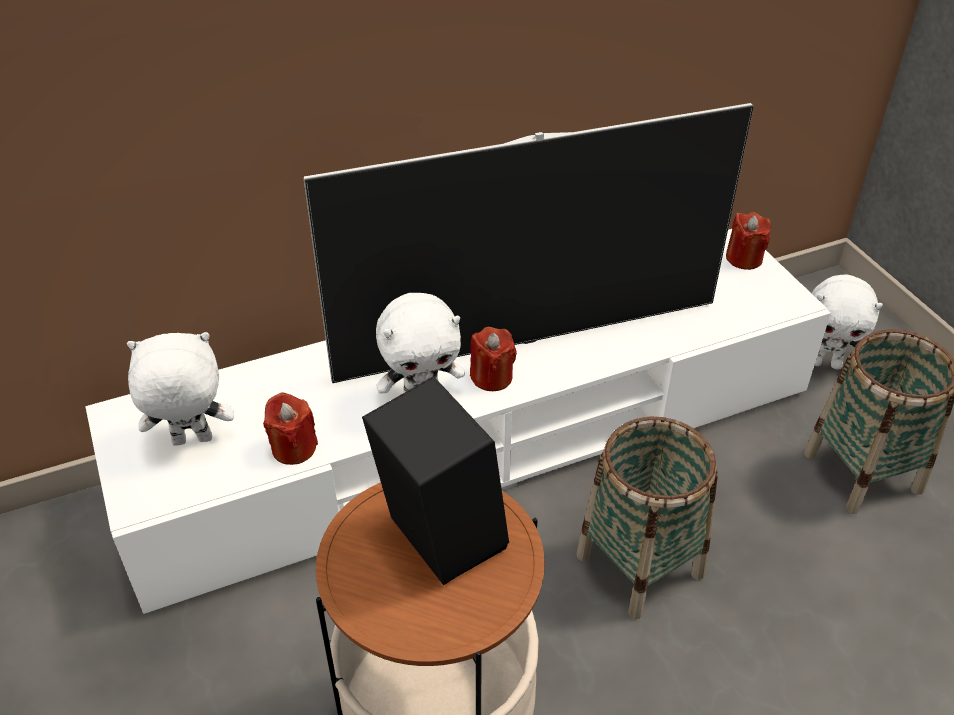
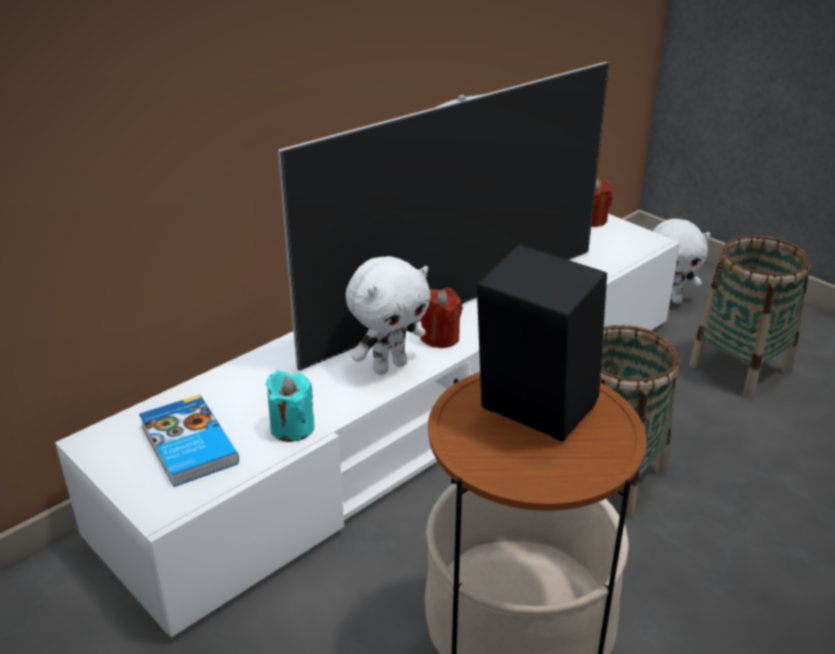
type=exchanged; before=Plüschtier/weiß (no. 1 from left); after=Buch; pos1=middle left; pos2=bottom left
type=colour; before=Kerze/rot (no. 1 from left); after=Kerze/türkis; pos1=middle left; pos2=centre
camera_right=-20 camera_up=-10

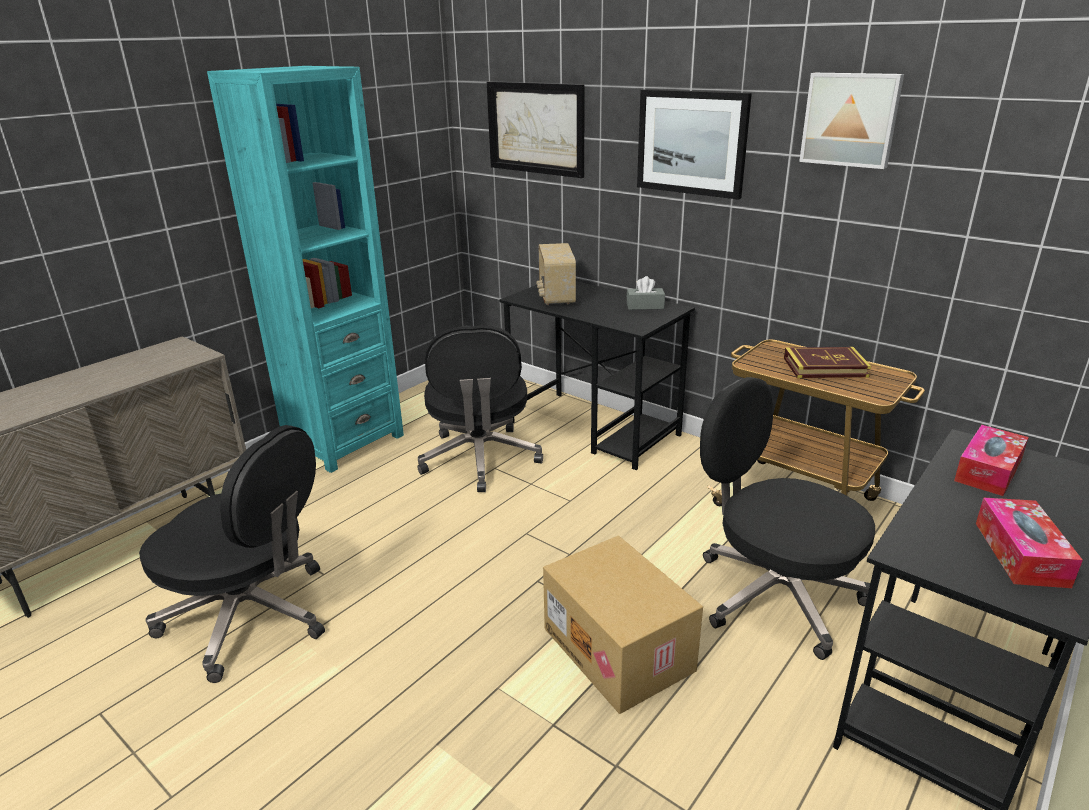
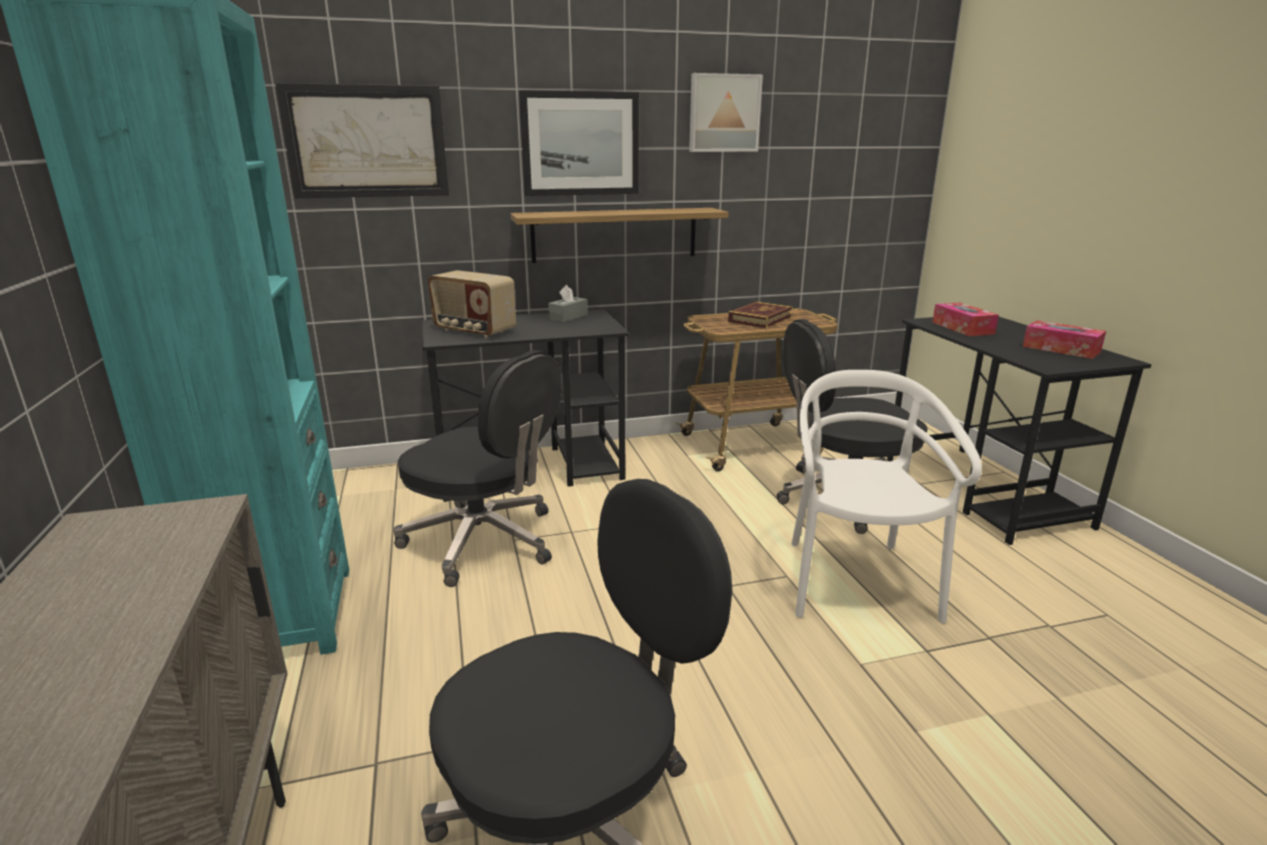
type=exchanged; before=Karton; after=Stuhl/weiß; pos1=bottom centre; pos2=middle right
type=appeared; after=Wandregal; pos2=top centre
camera_right=-55 camera_up=-5

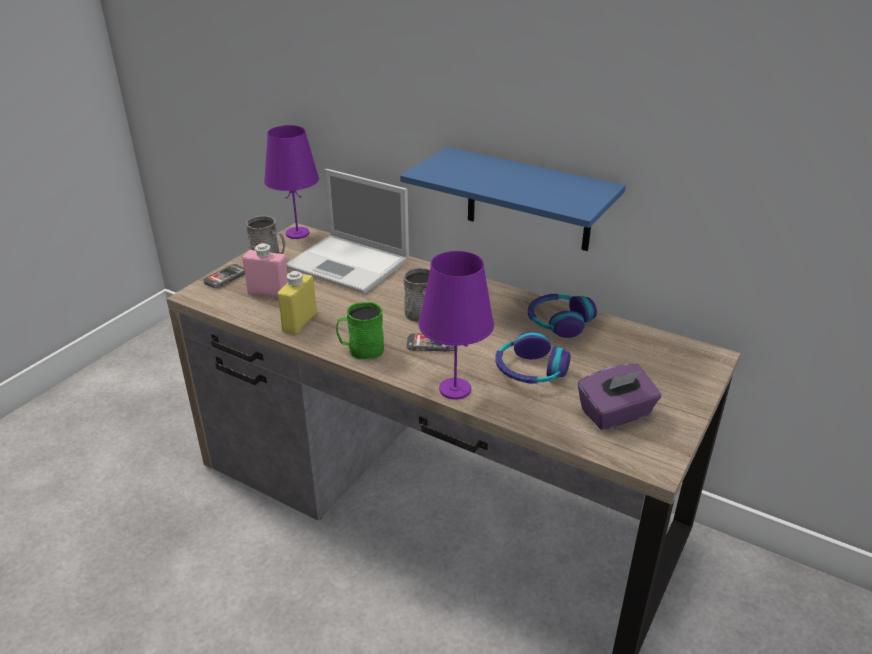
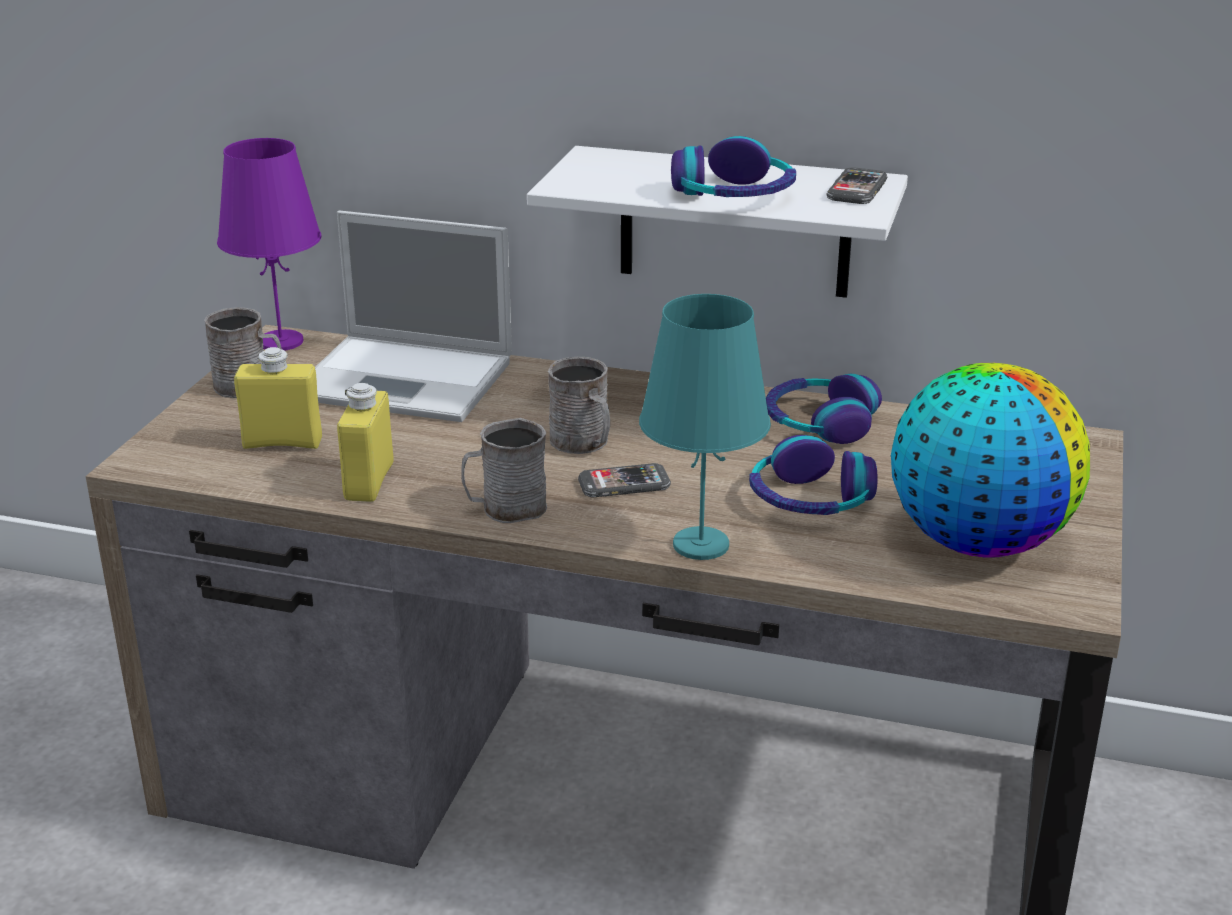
type=relocated; before=Handy (no. 1 from left in the first image); after=Handy (no. 2 from left); pos1=middle left; pos2=top right
type=colour; before=Flasche/rosa; after=Flasche/gelb (no. 1 from left); pos1=middle left; pos2=middle left
type=colour; before=Henkelbecher/grün; after=Henkelbecher/grau (no. 2 from left); pos1=centre; pos2=centre
type=colour; before=Wandregal/blau; after=Wandregal/weiß; pos1=top centre; pos2=top centre
type=colour; before=Tischlampe/lila (no. 2 from left); after=Tischlampe/türkis; pos1=centre; pos2=centre
type=exchanged; before=Taschentuchbox/lila; after=Globus; pos1=middle right; pos2=middle right
type=appeared; after=Kopfhörer (no. 1 from left); pos2=top centre
camera_right=-15 camera_up=-5

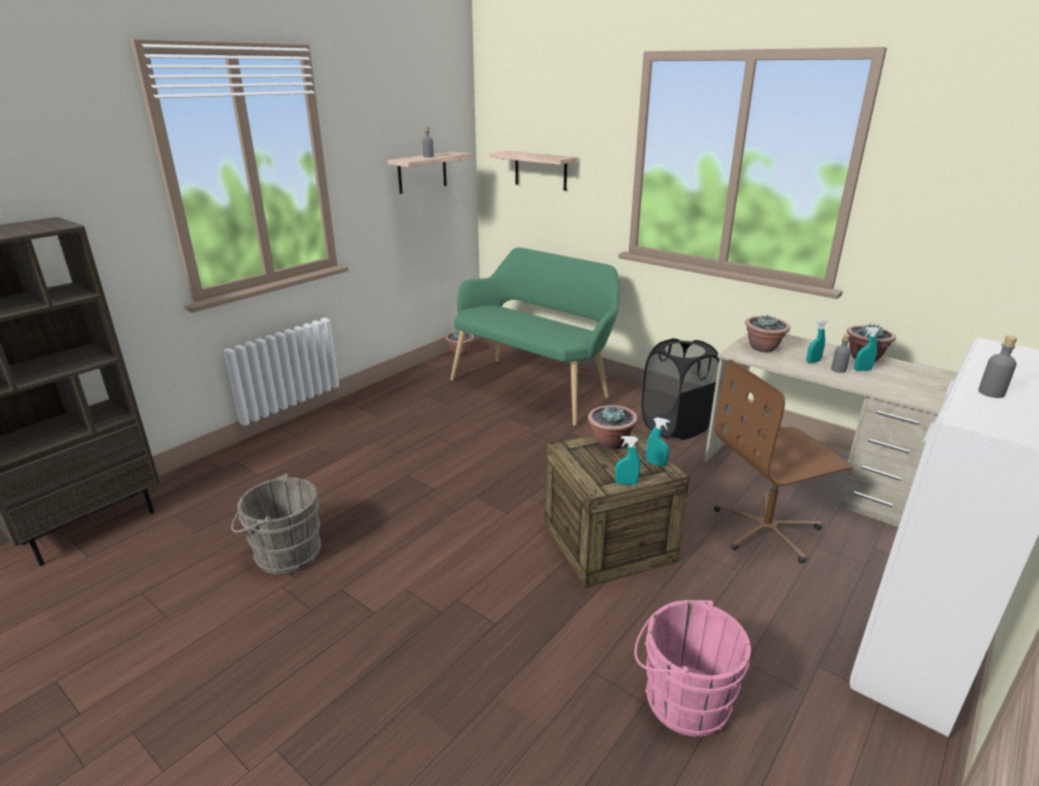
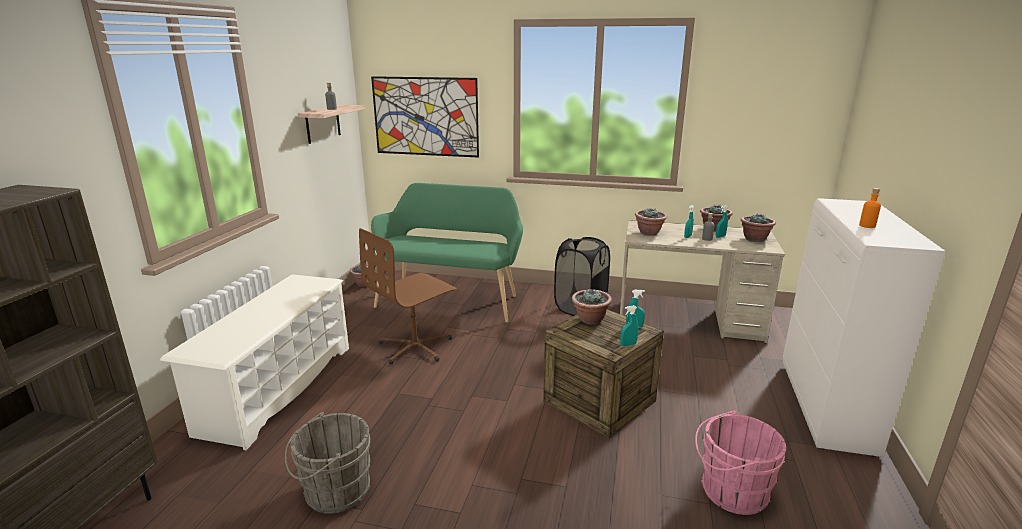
type=exchanged; before=Wandregal (no. 2 from left); after=Bild; pos1=top centre; pos2=top centre
type=relocated; before=Bürostuhl/braun; pos1=middle right; pos2=centre
type=colour; before=Flasche/grau (no. 3 from left); after=Flasche/orange; pos1=middle right; pos2=middle right
type=appeared; after=Schuhregal/weiß; pos2=bottom left
type=appeared; after=Topfpflanze (no. 5 from left); pos2=middle right
camera_right=-25 camera_up=-5

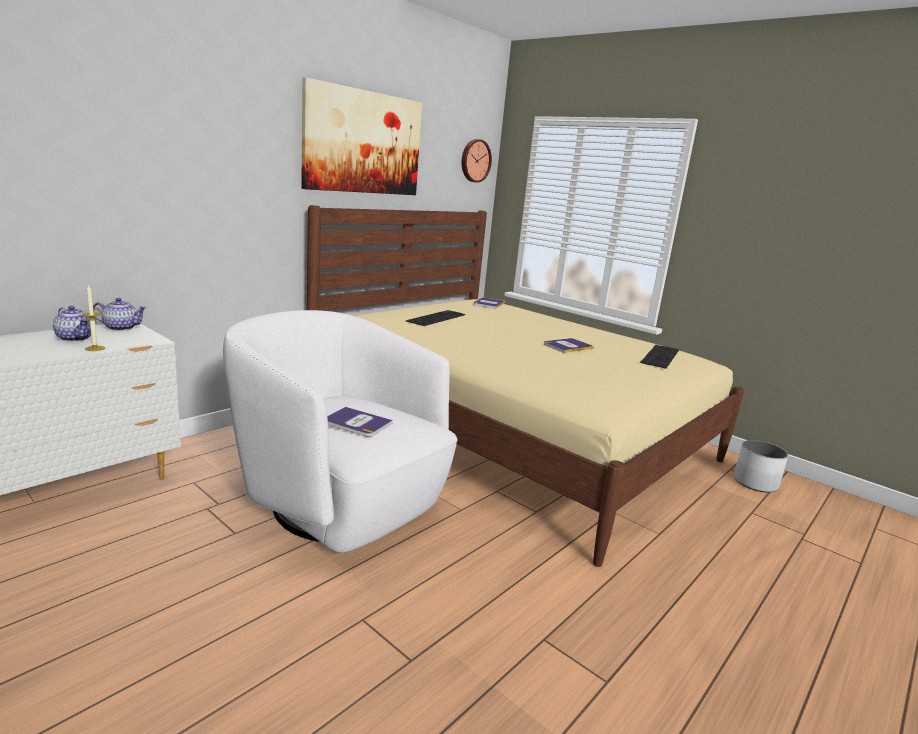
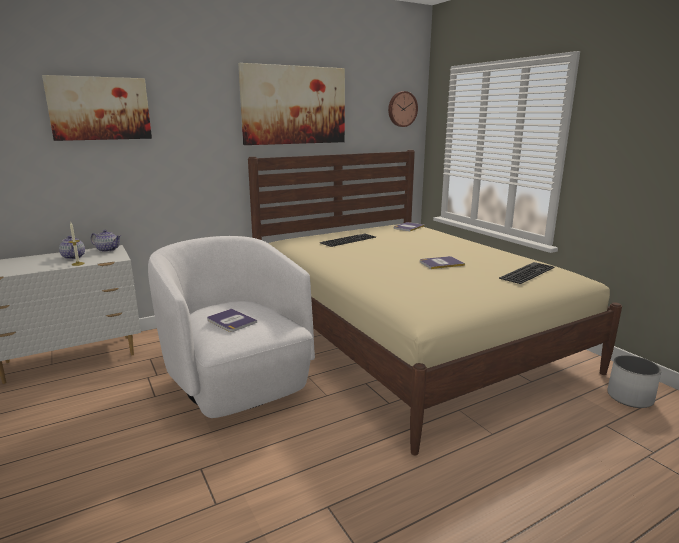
type=appeared; after=Bild (no. 1 from left); pos2=top left
camera_right=20 camera_up=0

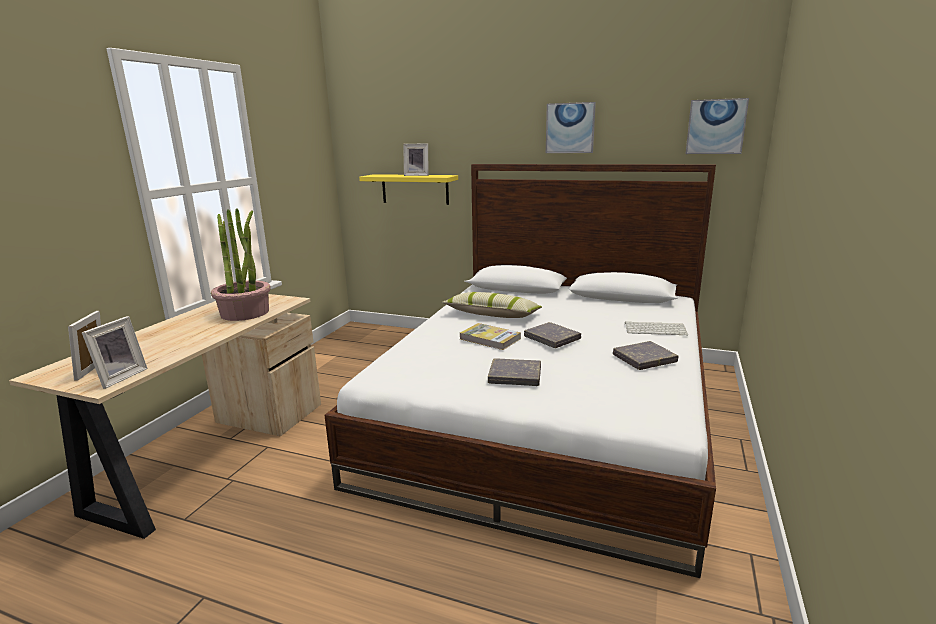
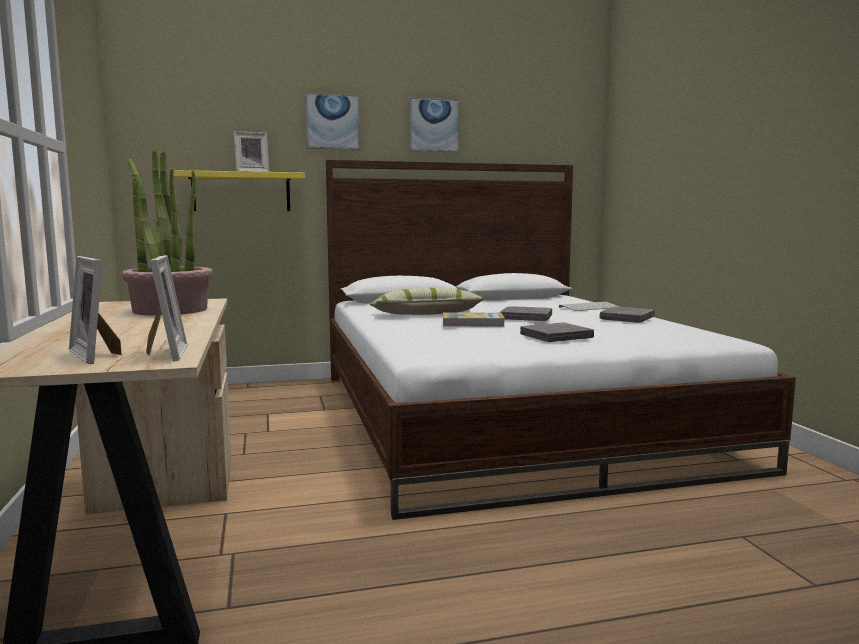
type=relocated; before=Bild (no. 2 from left in the first image); after=Bild (no. 1 from left); pos1=top right; pos2=top centre
camera_right=-35 camera_up=-10

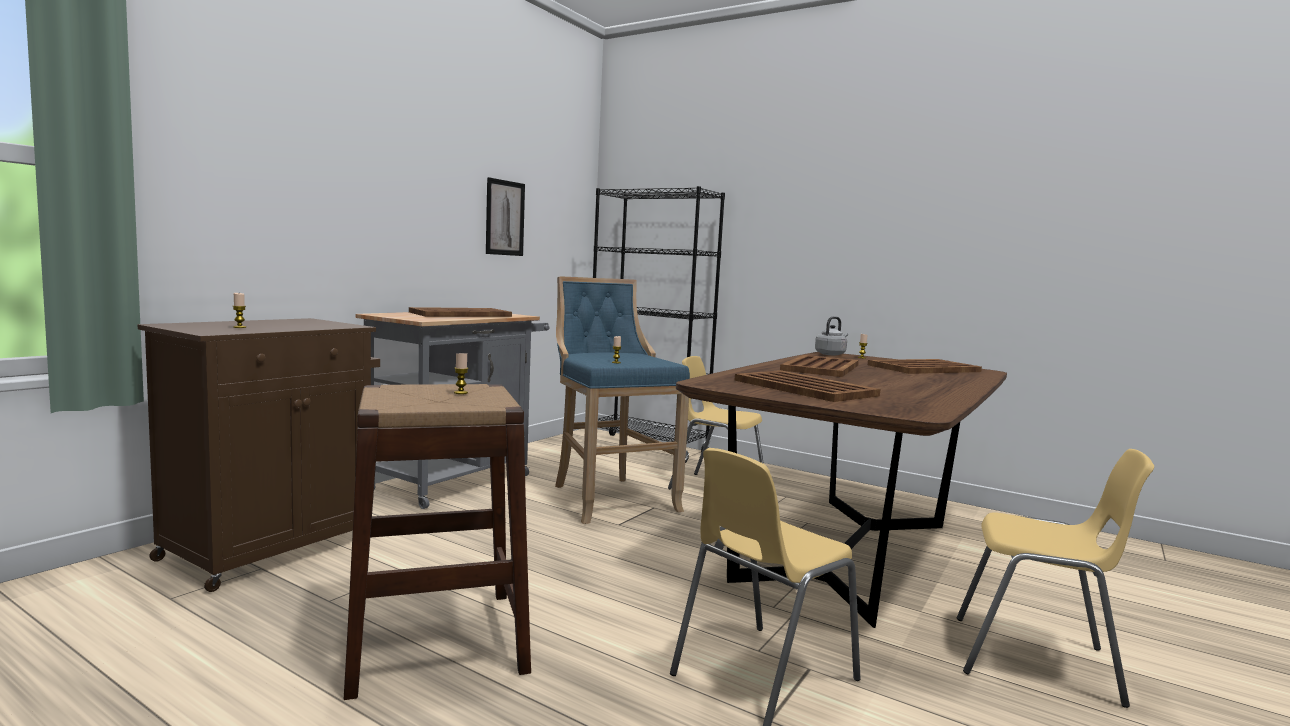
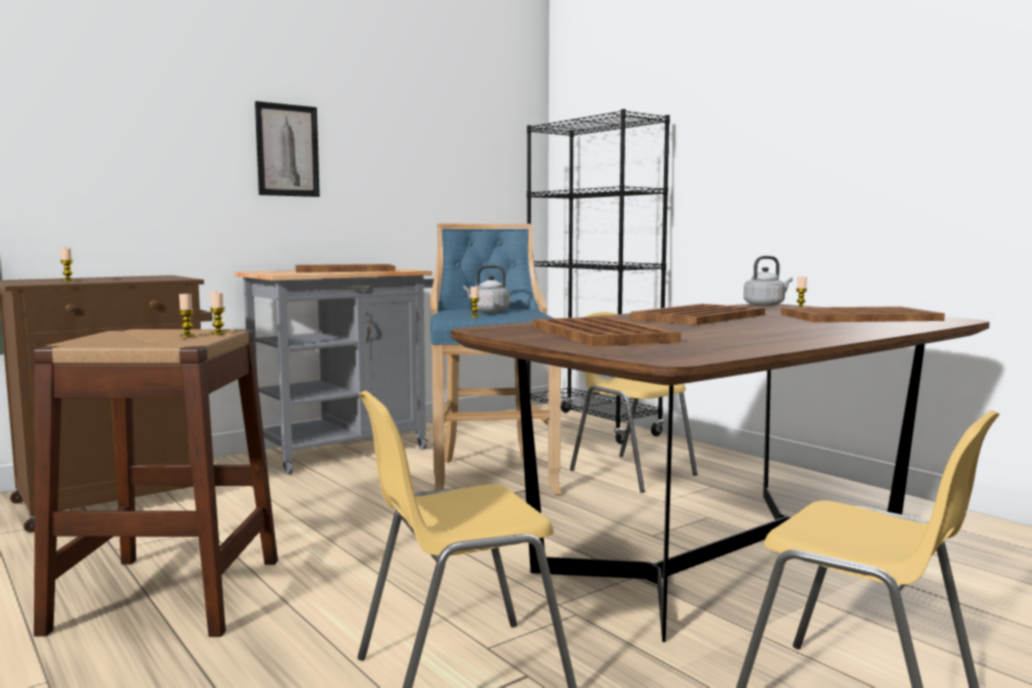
type=relocated; before=Bild; pos1=top centre; pos2=top left
type=appeared; after=Kerze (no. 3 from left); pos2=middle left
type=appeared; after=Wasserkessel/grau (no. 1 from left); pos2=centre
camera_right=20 camera_up=0

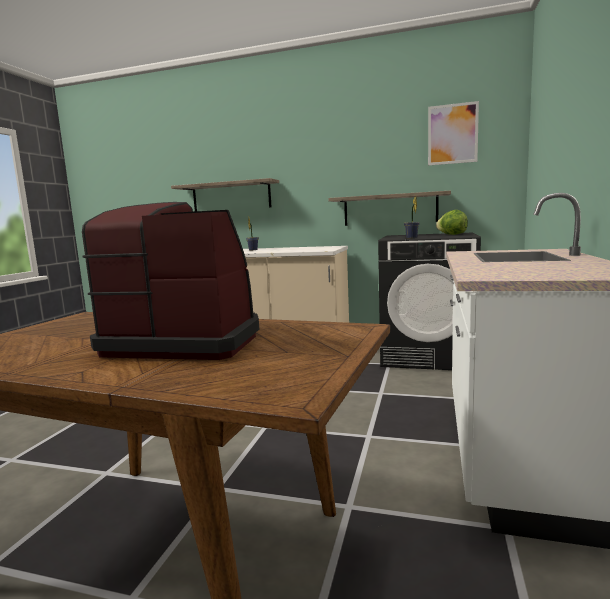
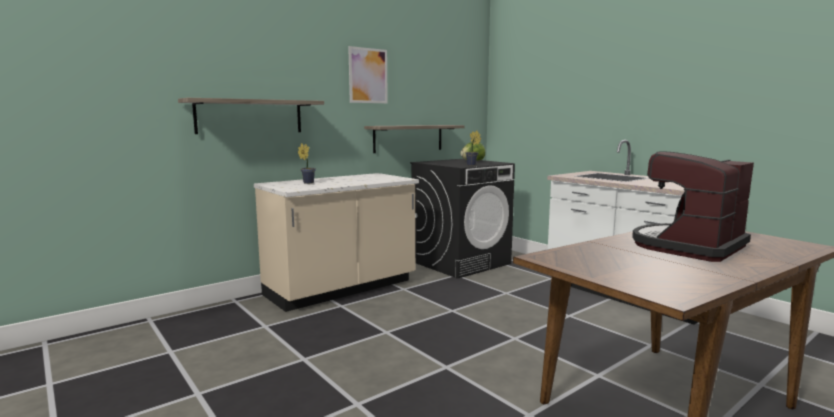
type=relocated; before=Bild; pos1=top right; pos2=top centre
camera_right=-55 camera_up=0

